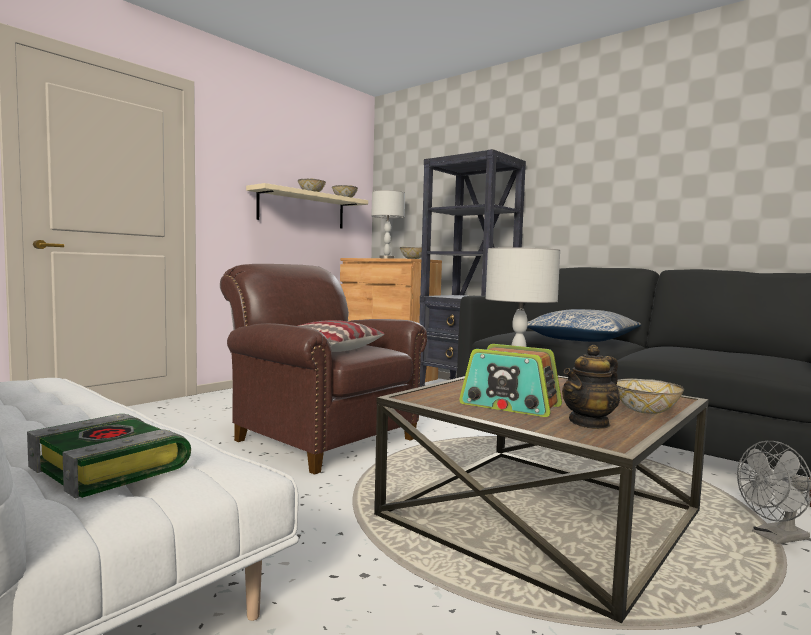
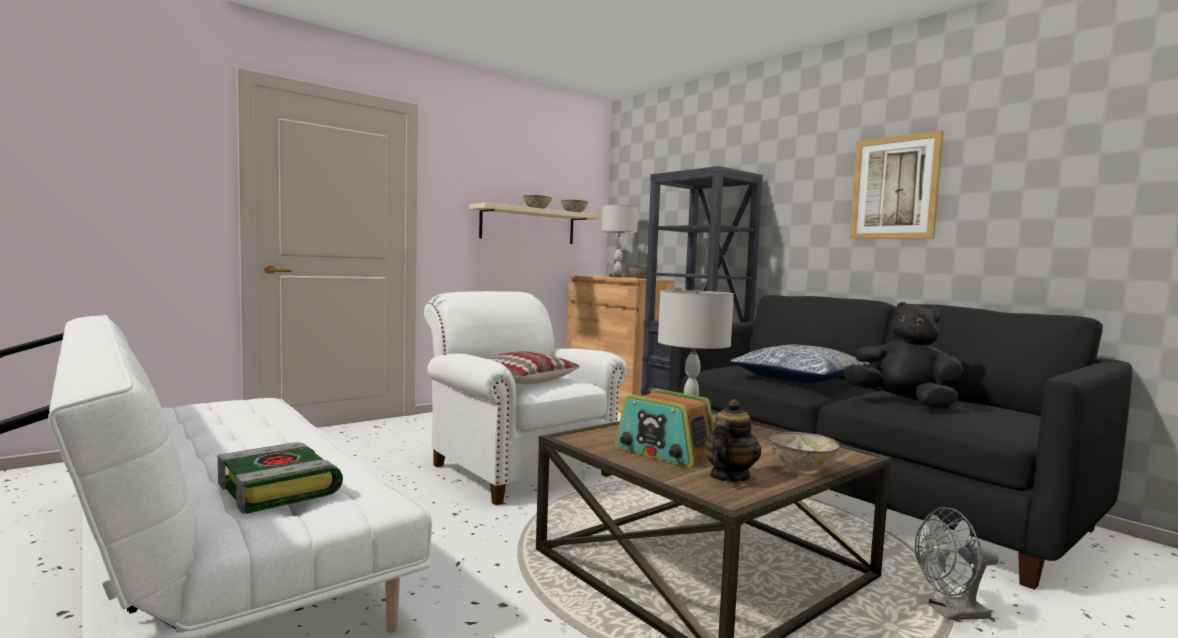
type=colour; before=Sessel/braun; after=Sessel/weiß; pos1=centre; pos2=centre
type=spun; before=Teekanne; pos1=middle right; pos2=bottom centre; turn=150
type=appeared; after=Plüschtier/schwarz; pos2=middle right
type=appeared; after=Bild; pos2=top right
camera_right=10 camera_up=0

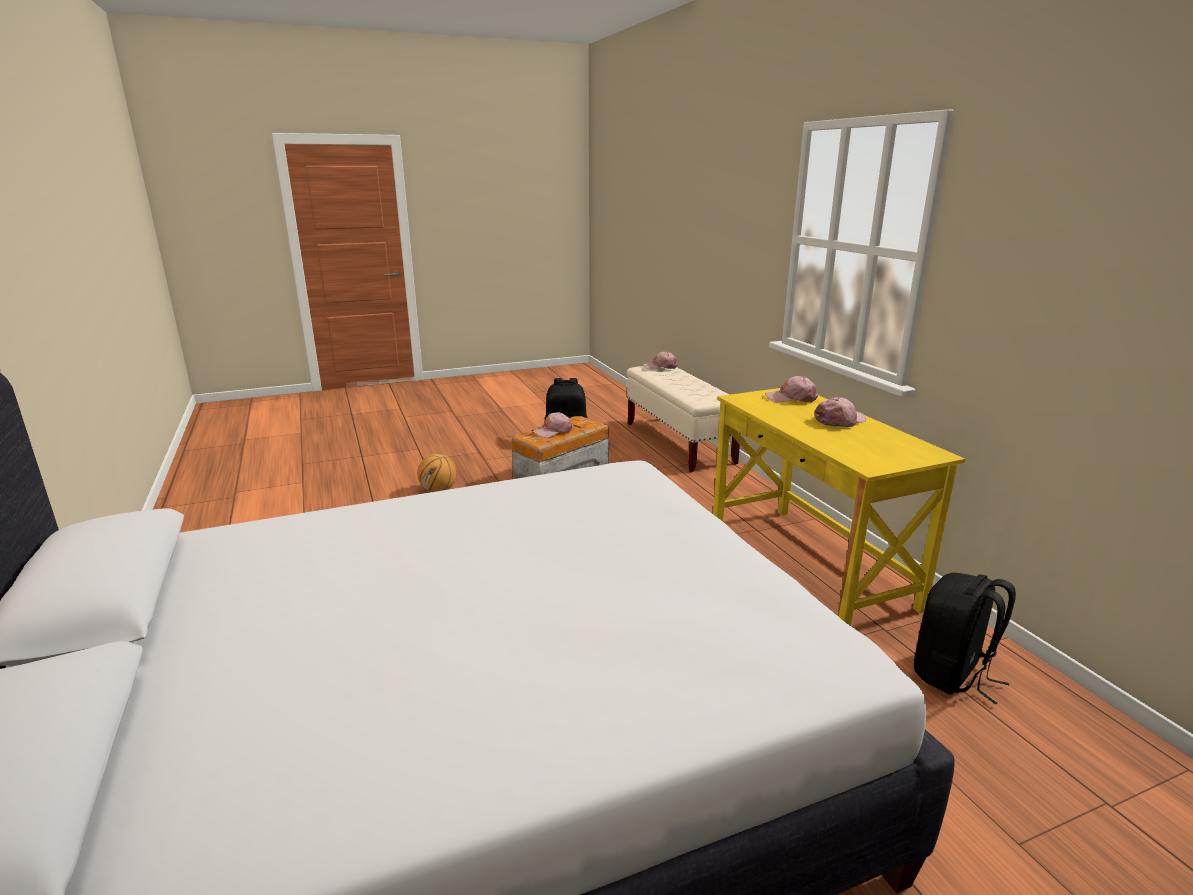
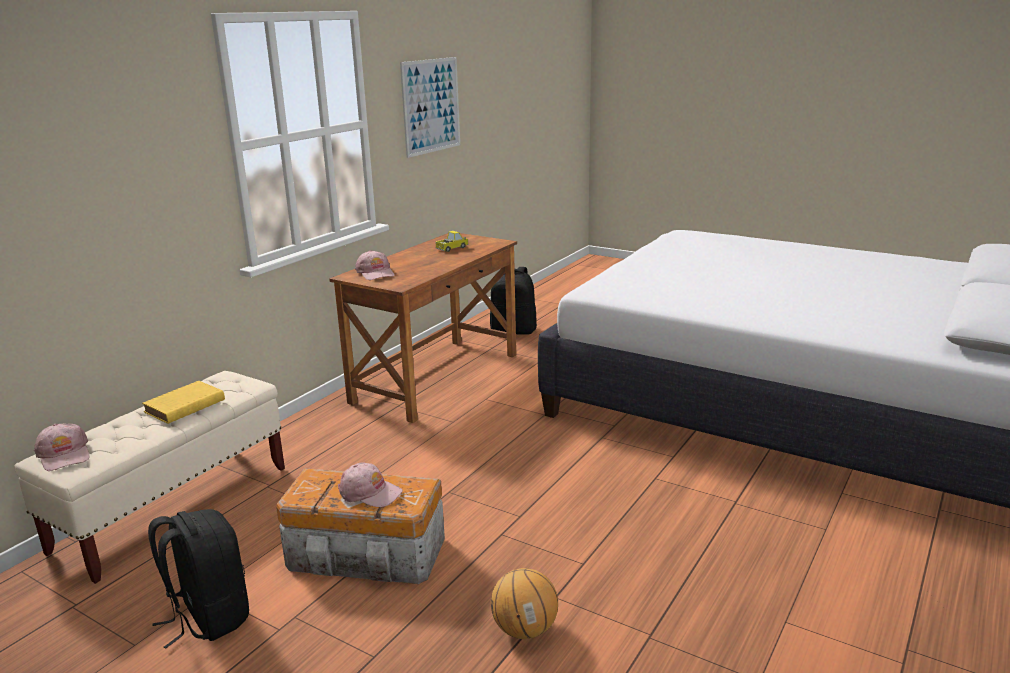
type=colour; before=Schreibtisch/gelb; after=Schreibtisch/braun; pos1=middle right; pos2=centre
type=missing; before=Kappe/rosa (no. 4 from left); pos1=middle right
type=appeared; after=Buch/gelb; pos2=middle left
type=appeared; after=Bild; pos2=top centre
type=appeared; after=Spielzeuglaster; pos2=centre
camera_right=-125 camera_up=0

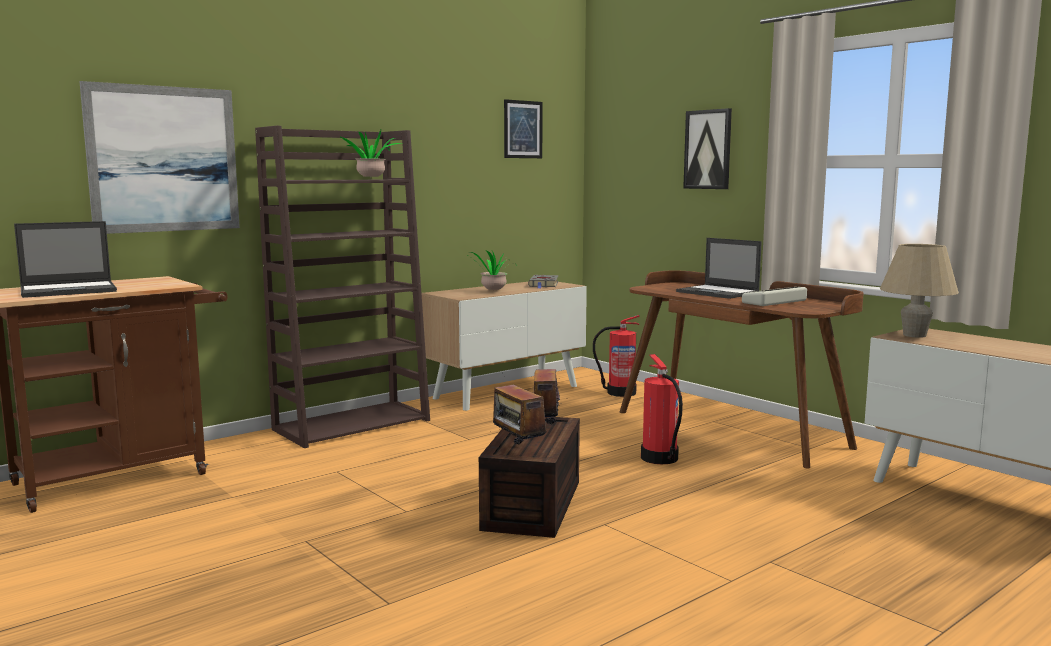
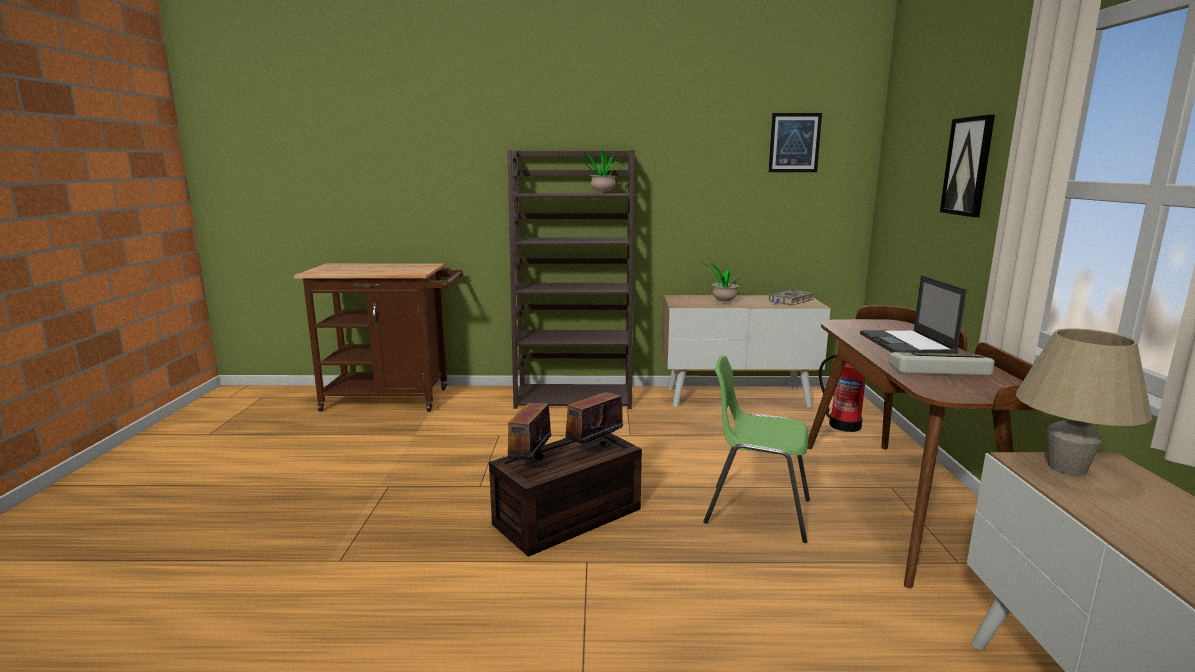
type=missing; before=Laptop (no. 1 from left); pos1=middle left
type=missing; before=Bild (no. 1 from left); pos1=top left
type=exchanged; before=Feuerlöscher (no. 2 from left); after=Stuhl/grün; pos1=centre; pos2=bottom centre
camera_right=40 camera_up=5

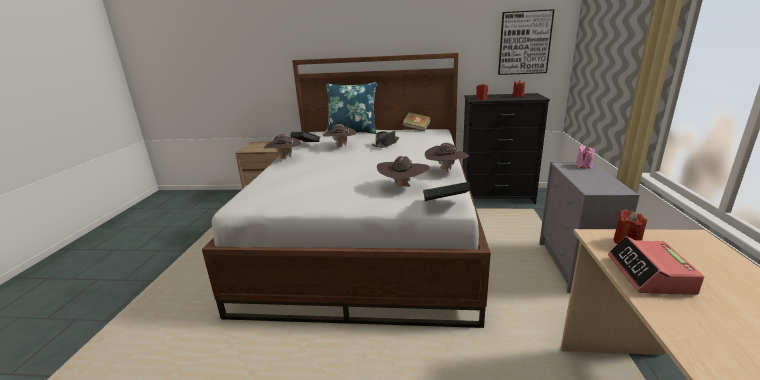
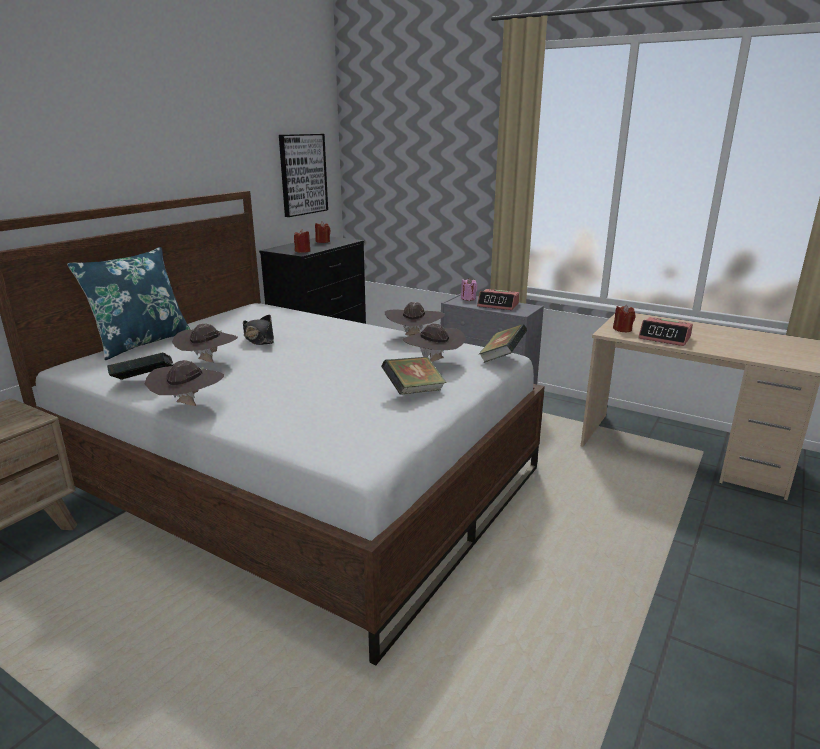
type=relocated; before=Buch (no. 2 from left); pos1=top centre; pos2=centre
type=appeared; after=Wecker (no. 1 from left); pos2=centre
camera_right=-65 camera_up=0

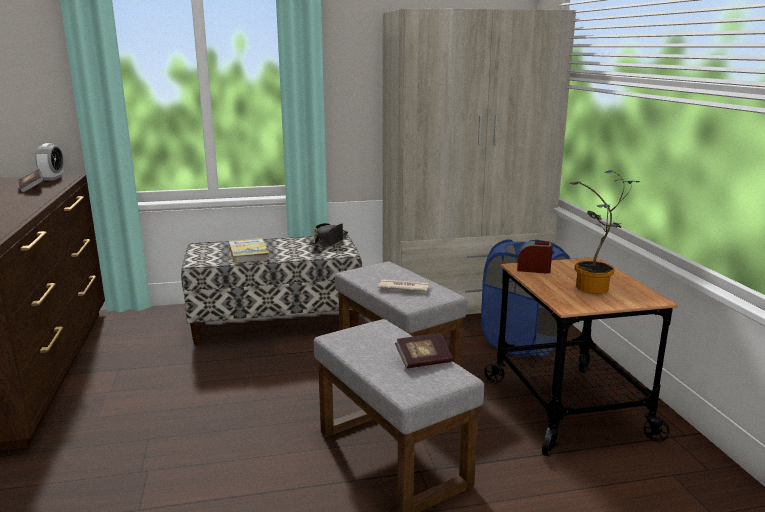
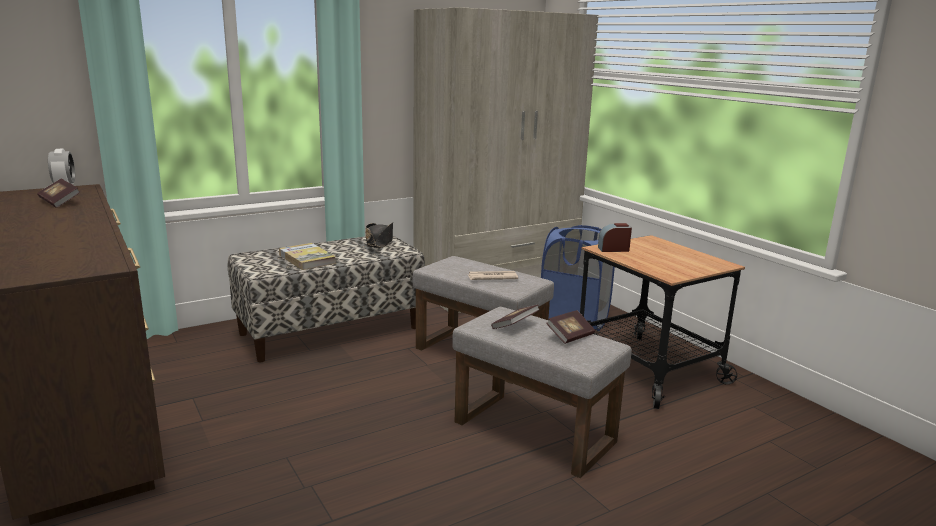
type=missing; before=Topfpflanze; pos1=middle right
type=appeared; after=Buch (no. 3 from left); pos2=centre
camera_right=-20 camera_up=0

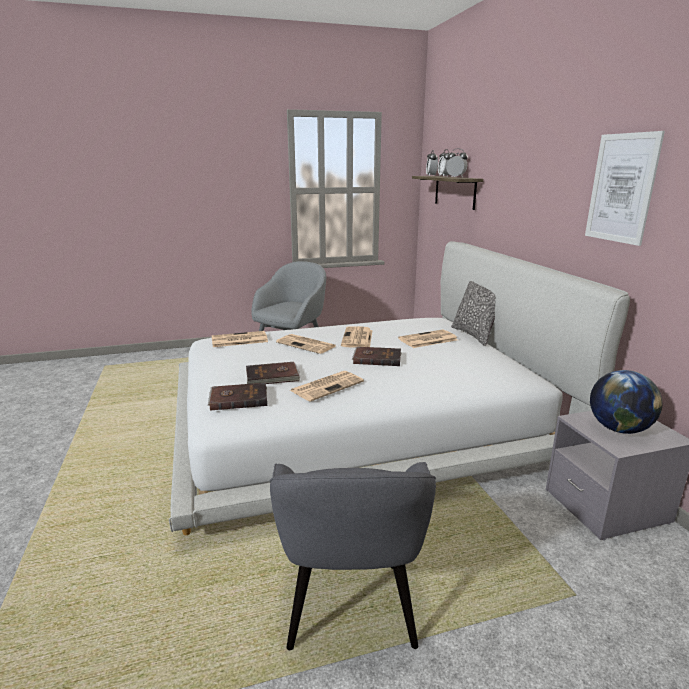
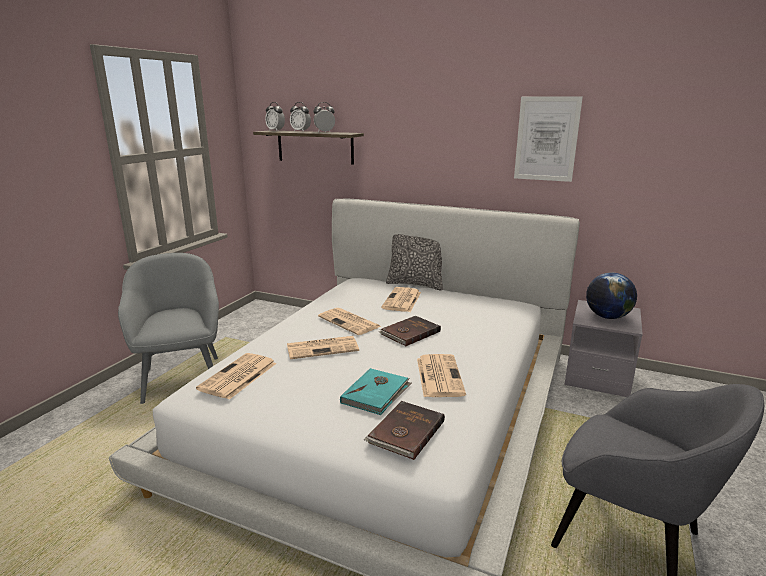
type=colour; before=Buch/braun (no. 2 from left); after=Buch/türkis; pos1=centre; pos2=bottom centre
camera_right=-50 camera_up=0

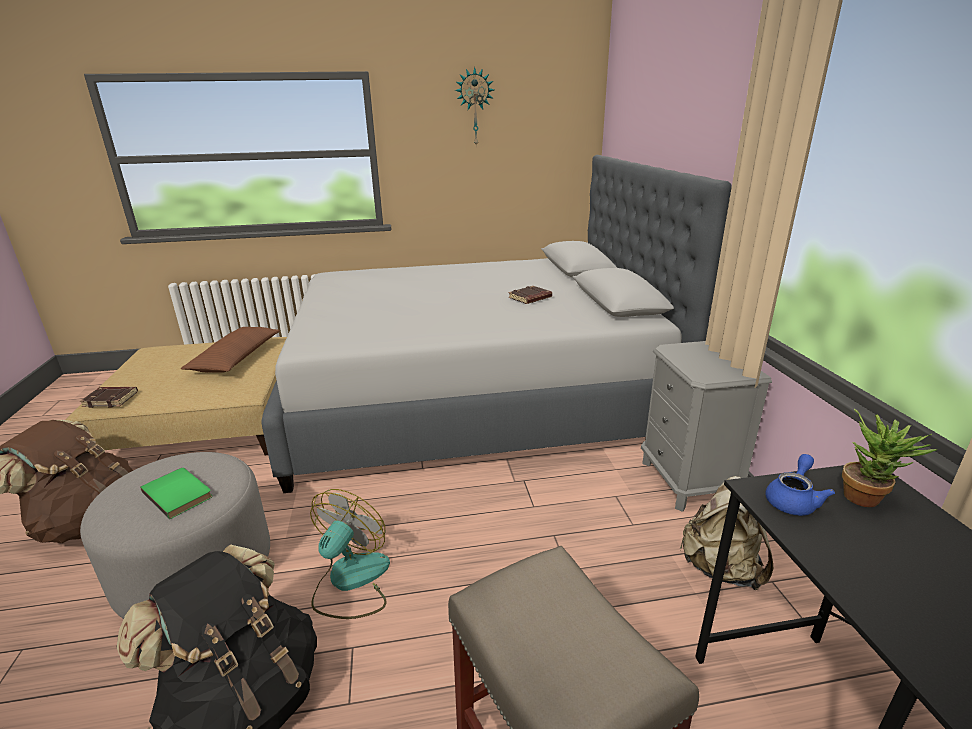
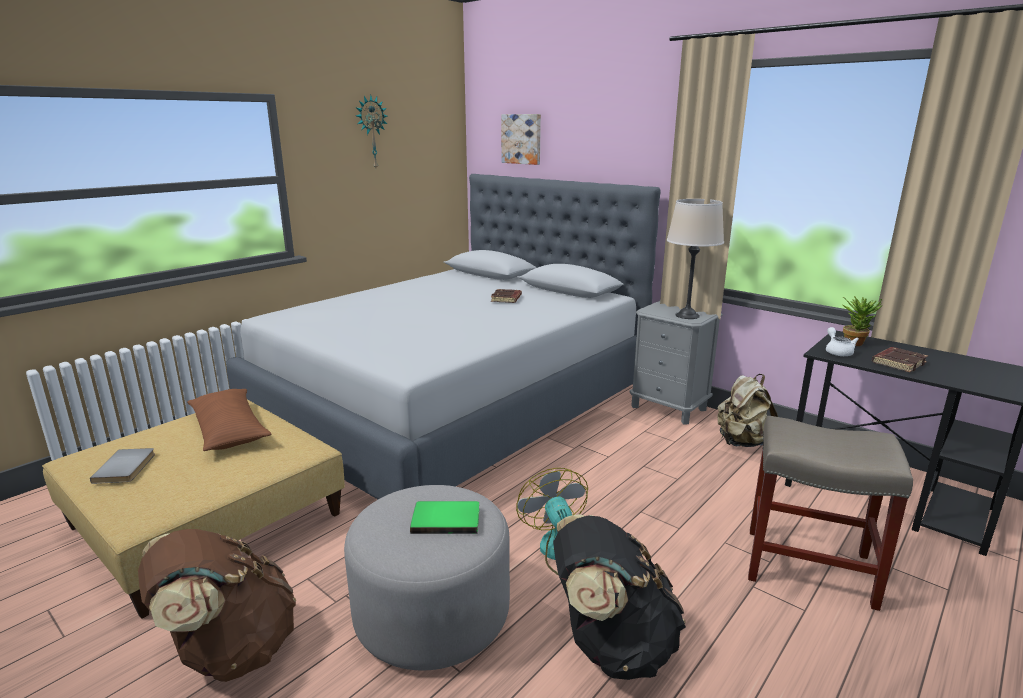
type=relocated; before=Buch/braun (no. 1 from left in the first image); after=Buch/braun (no. 2 from left); pos1=middle left; pos2=middle right
type=colour; before=Teekanne/blau; after=Teekanne/weiß; pos1=middle right; pos2=middle right
type=appeared; after=Buch/grau; pos2=bottom left
type=appeared; after=Bild; pos2=top centre
type=appeared; after=Tischlampe/beige; pos2=middle right
camera_right=-40 camera_up=-5

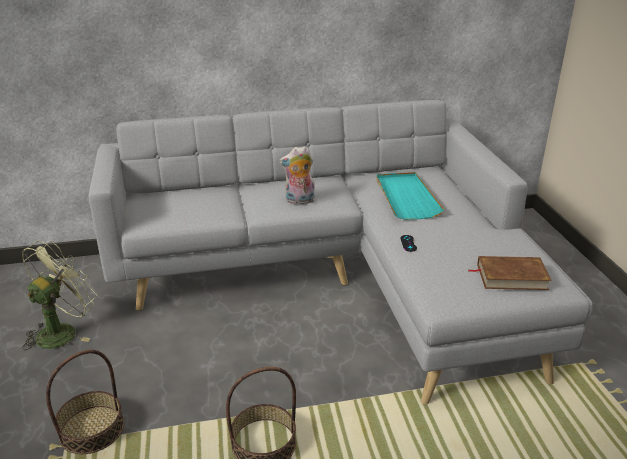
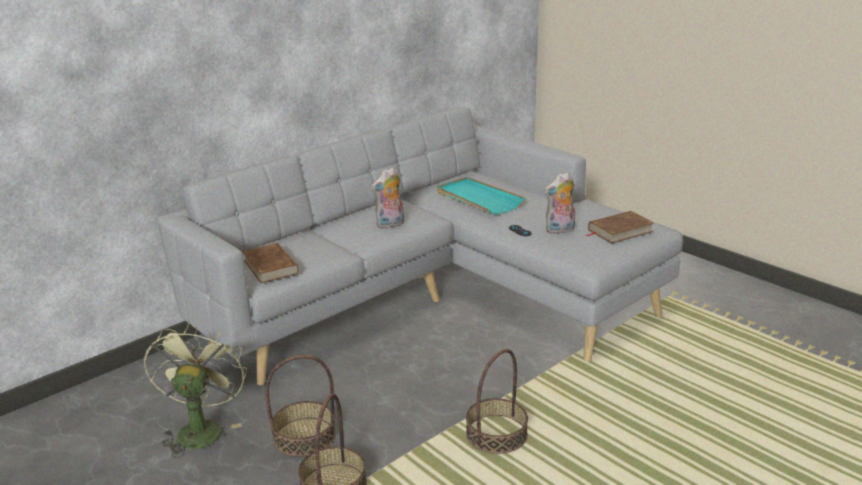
type=appeared; after=Buch/braun (no. 1 from left); pos2=middle left
type=appeared; after=Korb (no. 1 from left); pos2=bottom centre
type=appeared; after=Plüschtier (no. 2 from left); pos2=centre
camera_right=-30 camera_up=-5

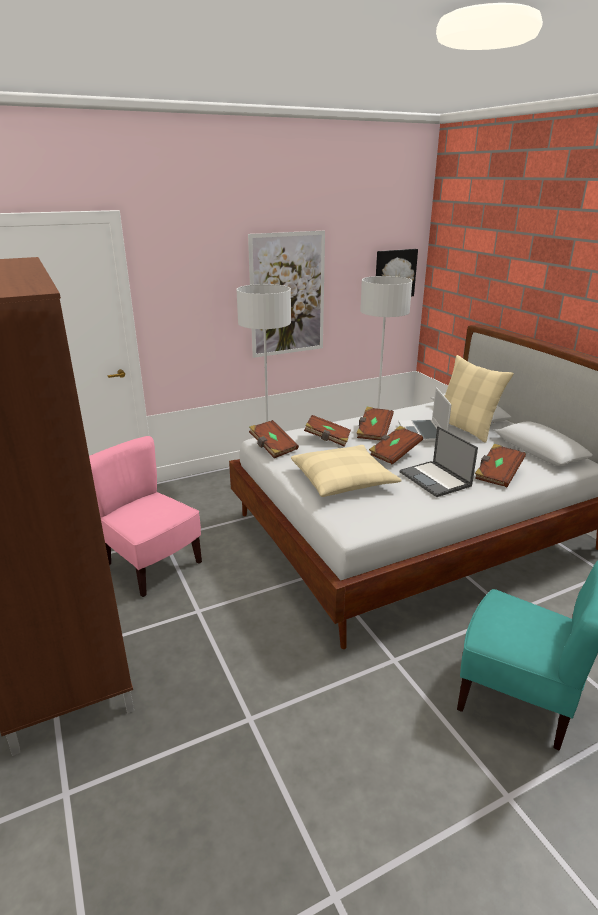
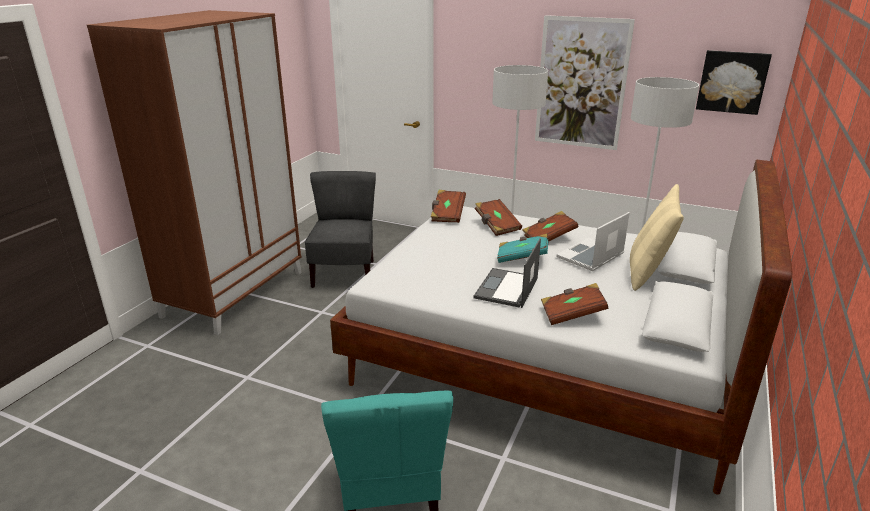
type=colour; before=Stuhl/rosa; after=Stuhl/grau; pos1=middle left; pos2=centre
type=missing; before=Kissen/beige (no. 1 from left); pos1=centre
type=colour; before=Buch/braun (no. 4 from left); after=Buch/türkis; pos1=centre; pos2=centre
camera_right=50 camera_up=0

